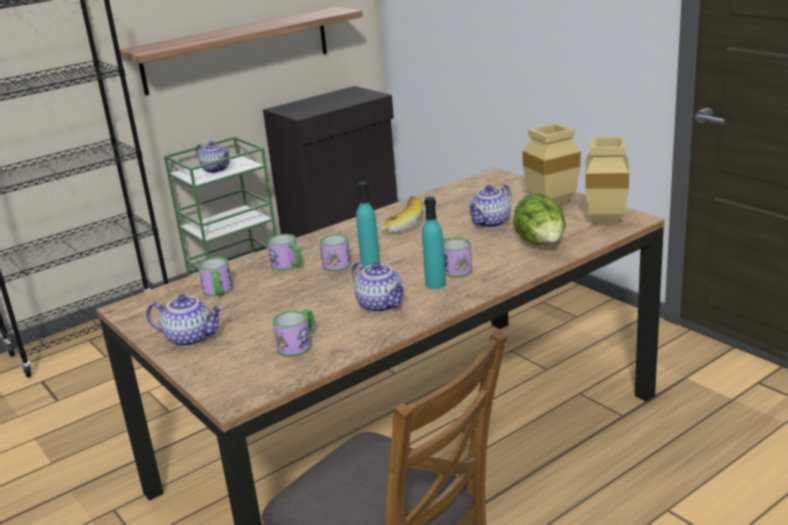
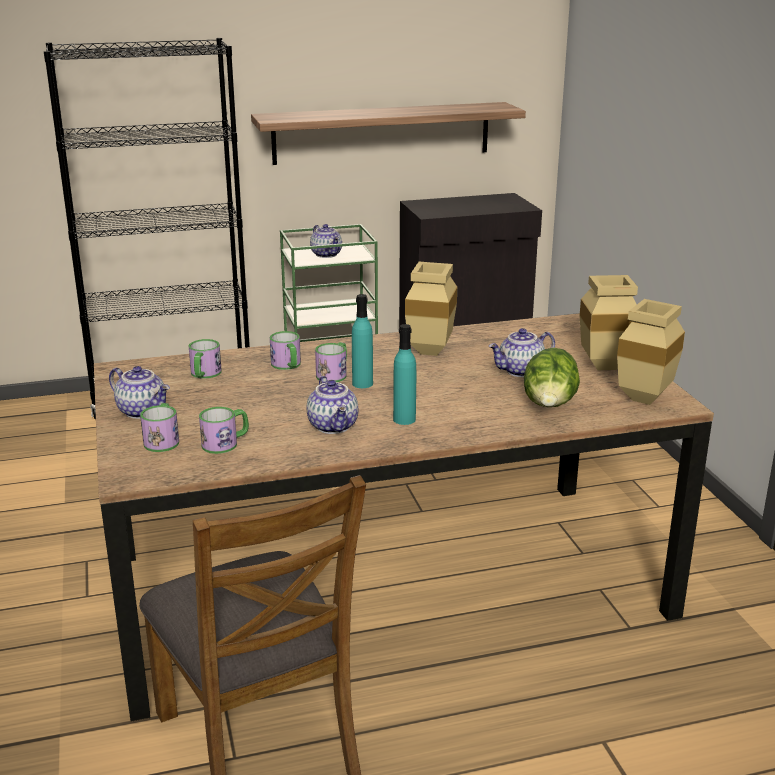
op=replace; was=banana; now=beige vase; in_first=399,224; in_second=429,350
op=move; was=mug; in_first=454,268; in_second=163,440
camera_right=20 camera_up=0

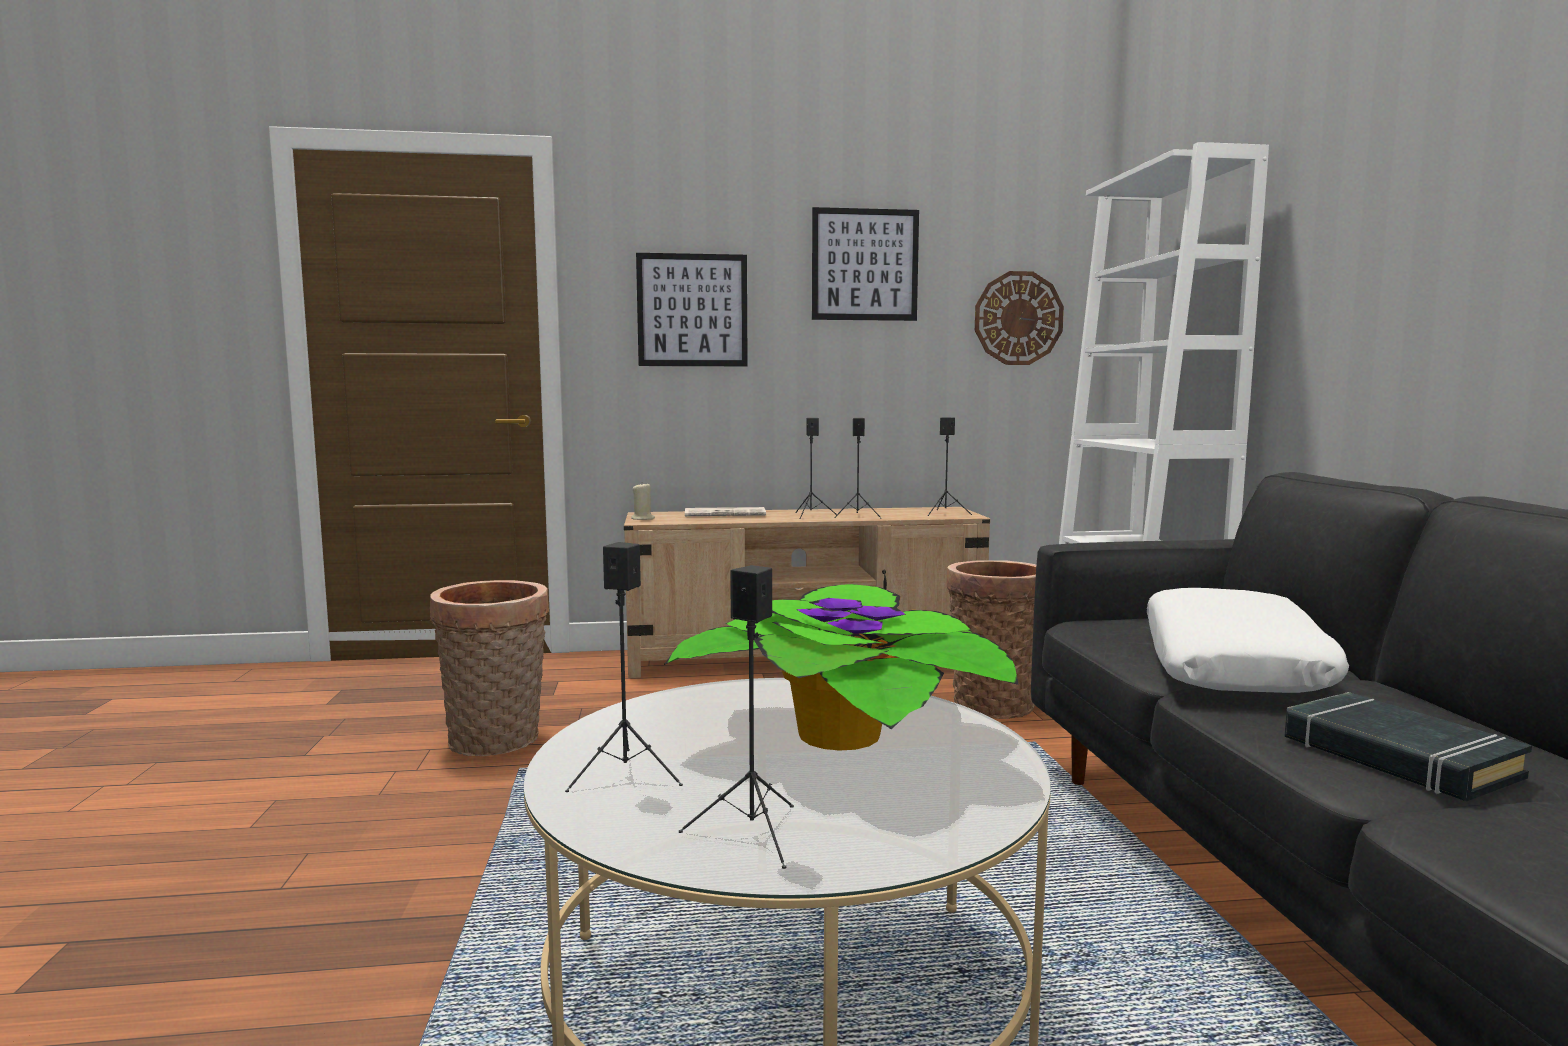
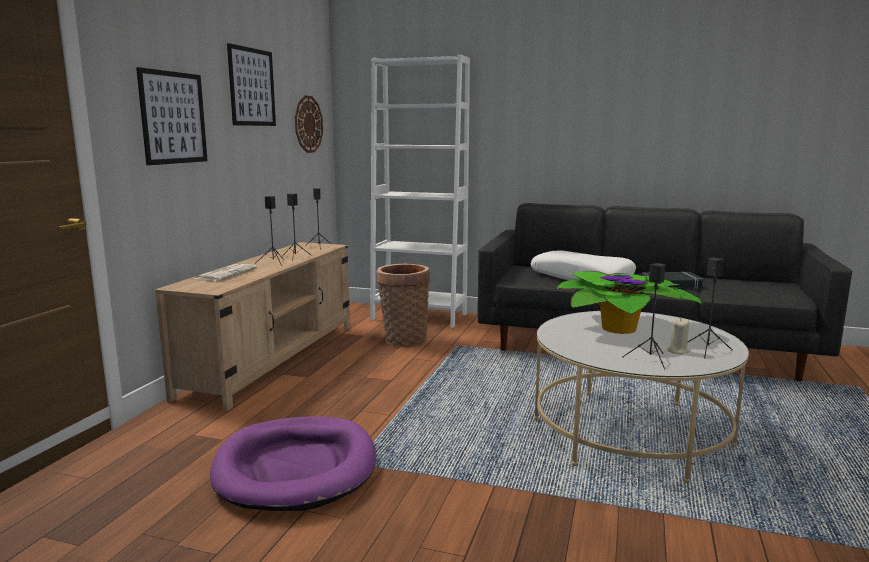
op=replace; was=basket; now=purple dog bed; in_first=496,742; in_second=296,468
op=move; was=beige candle; in_first=643,518; in_second=677,351
camera_right=-65 camera_up=5

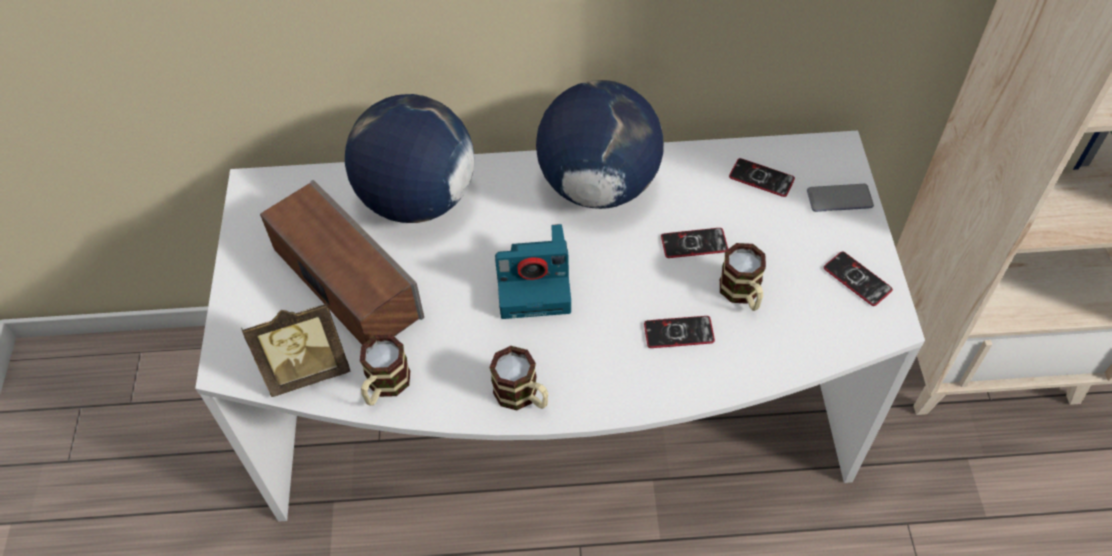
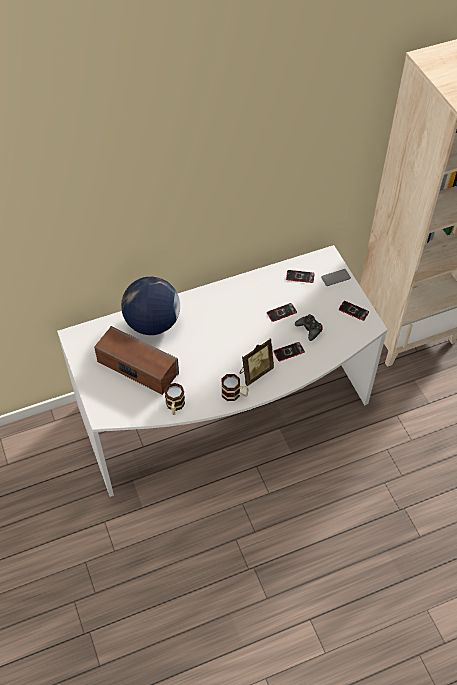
op=move; was=picture frame; in_first=308,370; in_second=255,372
op=delete; was=photo camera; in_first=535,284
op=delete; was=globe; in_first=598,186
op=replace; was=mug; now=black game controller; in_first=743,294; in_second=309,329
camera_right=-20 camera_up=0

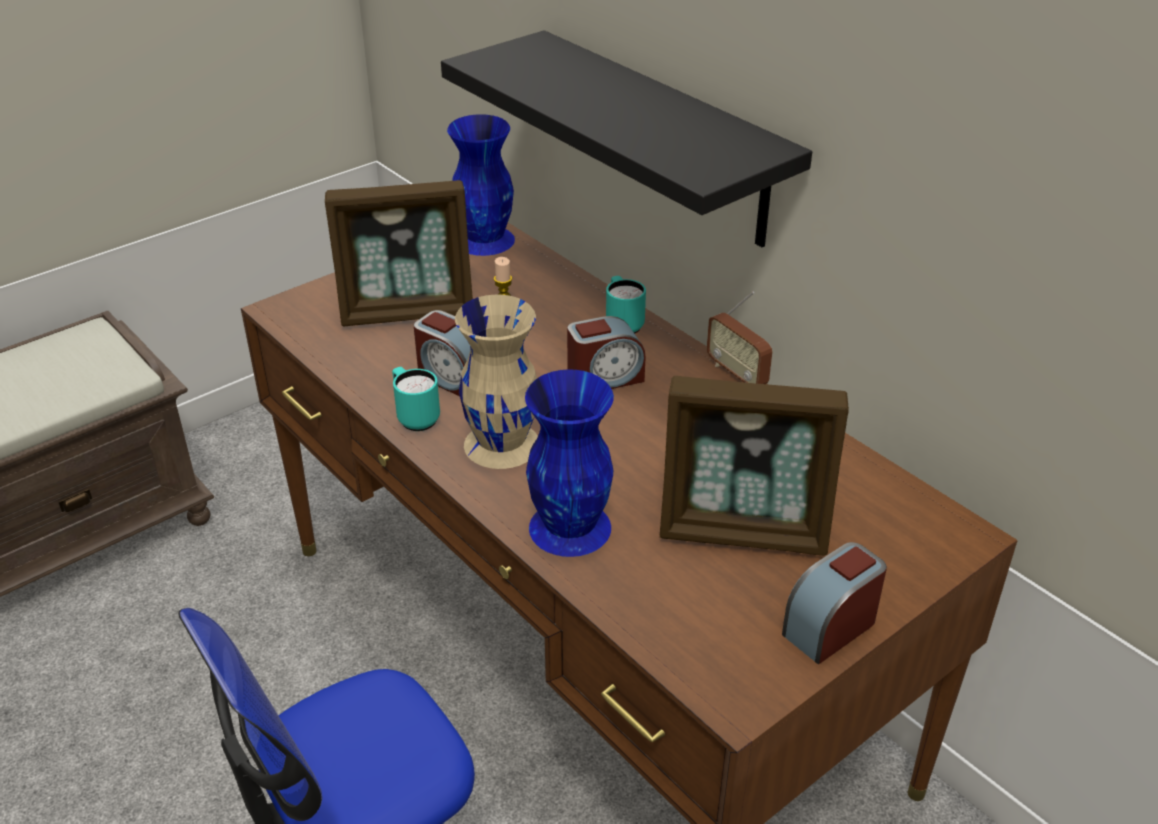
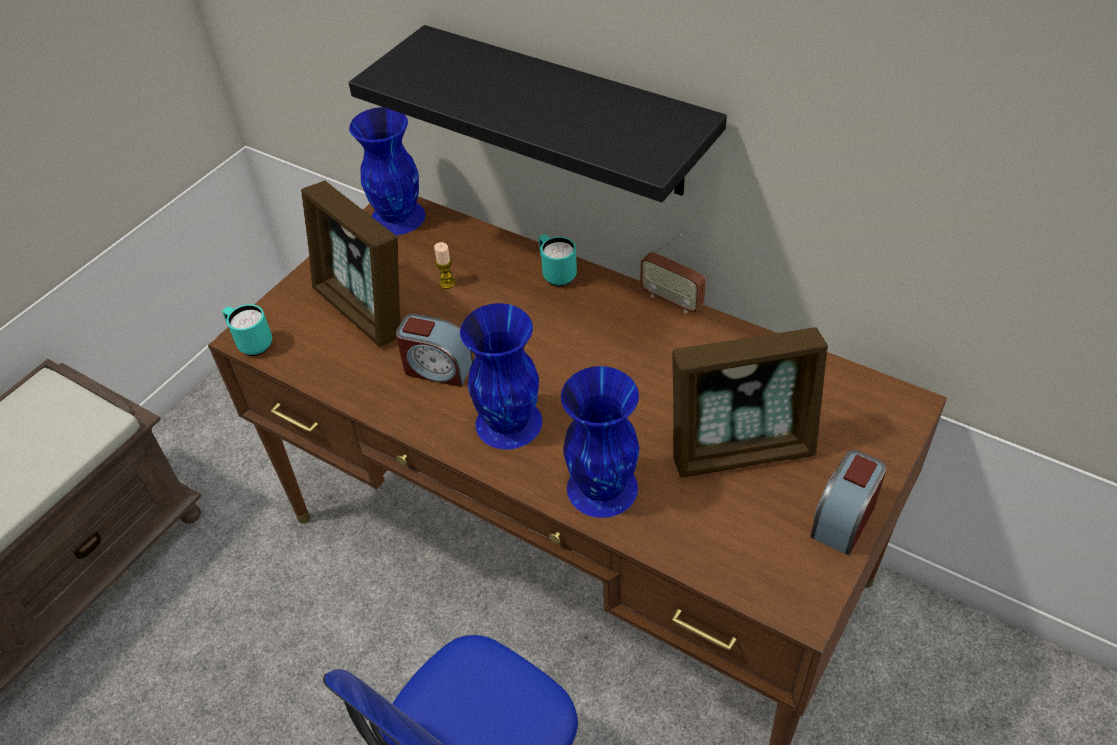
op=rotate; was=picture frame; in_first=408,311; in_second=364,309; clockwise=75
op=move; was=turquoise mug; in_first=415,417; in_second=252,343
op=recolor; was=beige vase; now=blue vase; in_first=503,443; in_second=509,421
op=delete; was=alarm clock; in_first=604,378
camera_right=-15 camera_up=10

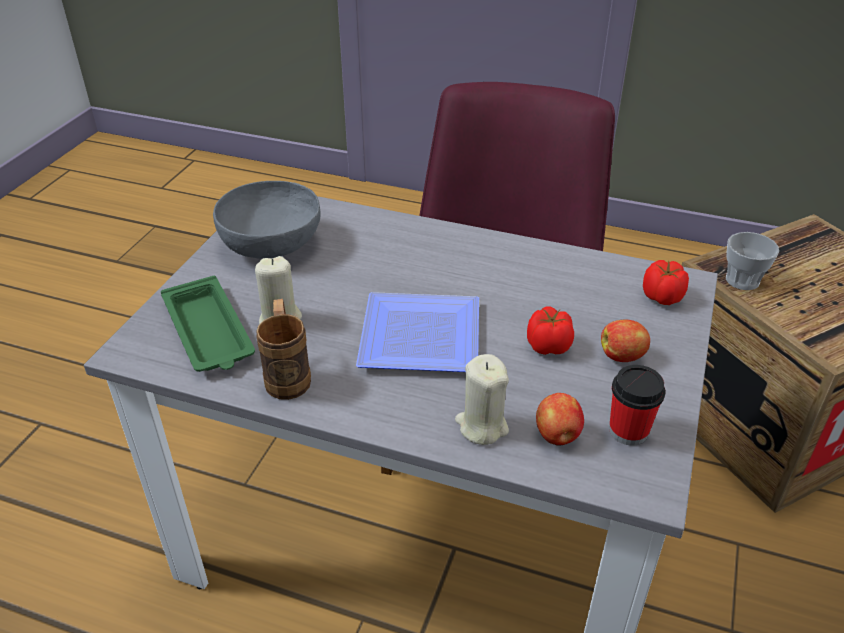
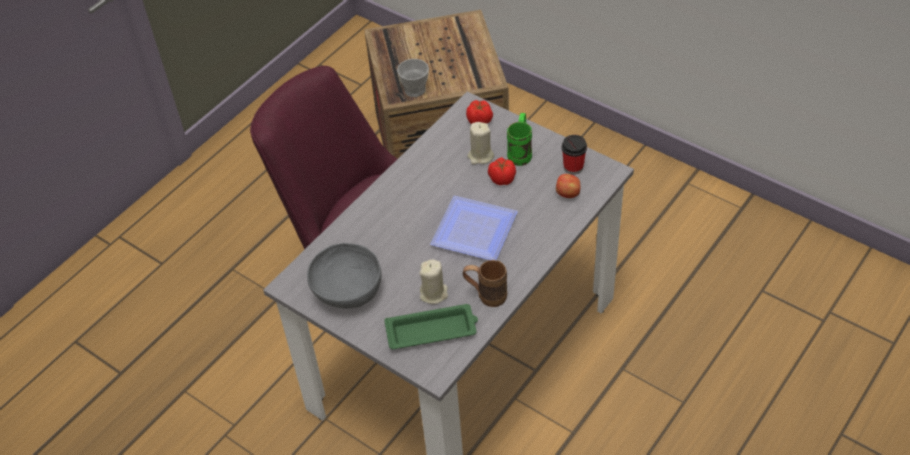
op=move; was=beige candle; in_first=481,426; in_second=480,156
op=replace; was=apple; now=green mug; in_first=622,356; in_second=521,152
camera_right=-70 camera_up=10

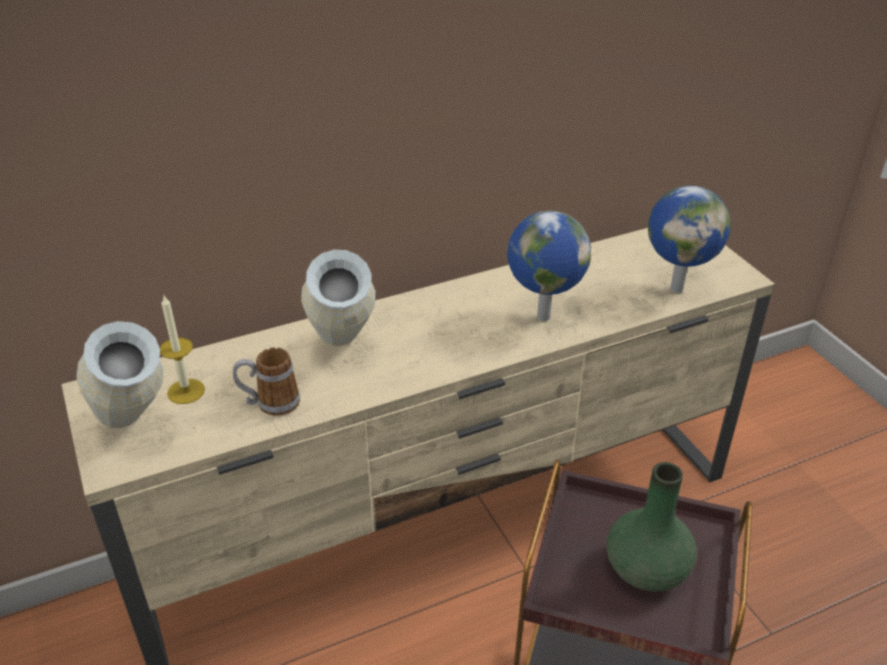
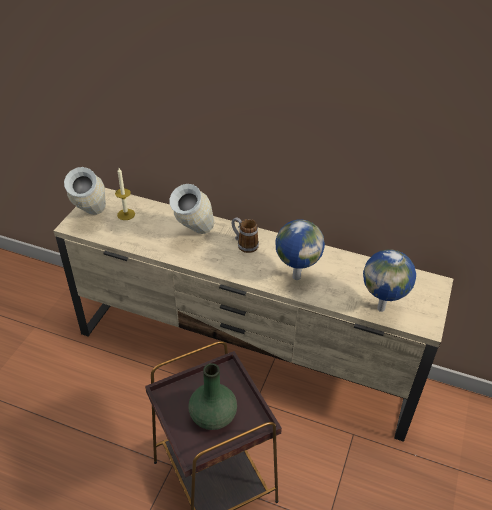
op=move; was=mug; in_first=270,403; in_second=244,244
camera_right=45 camera_up=5

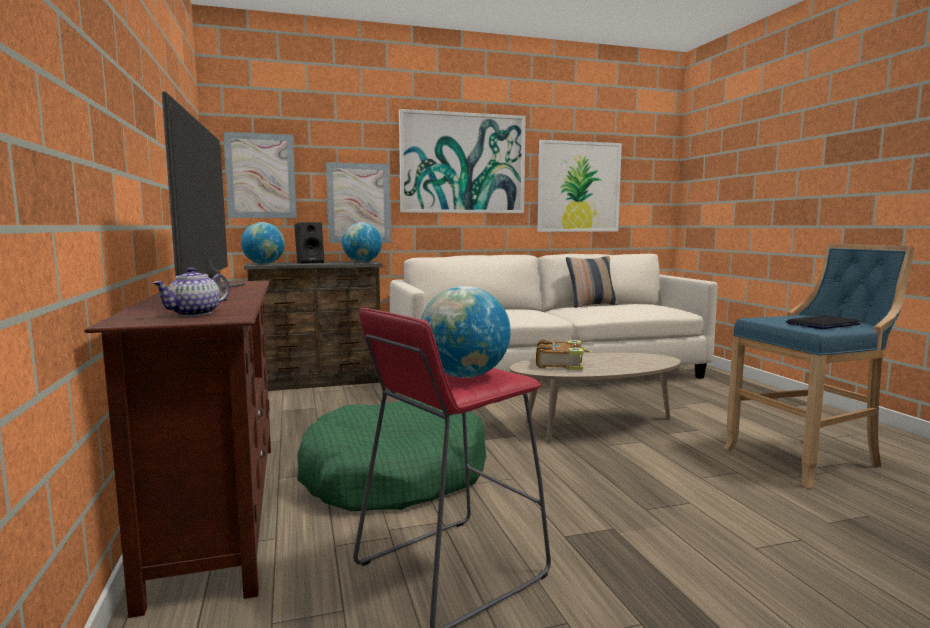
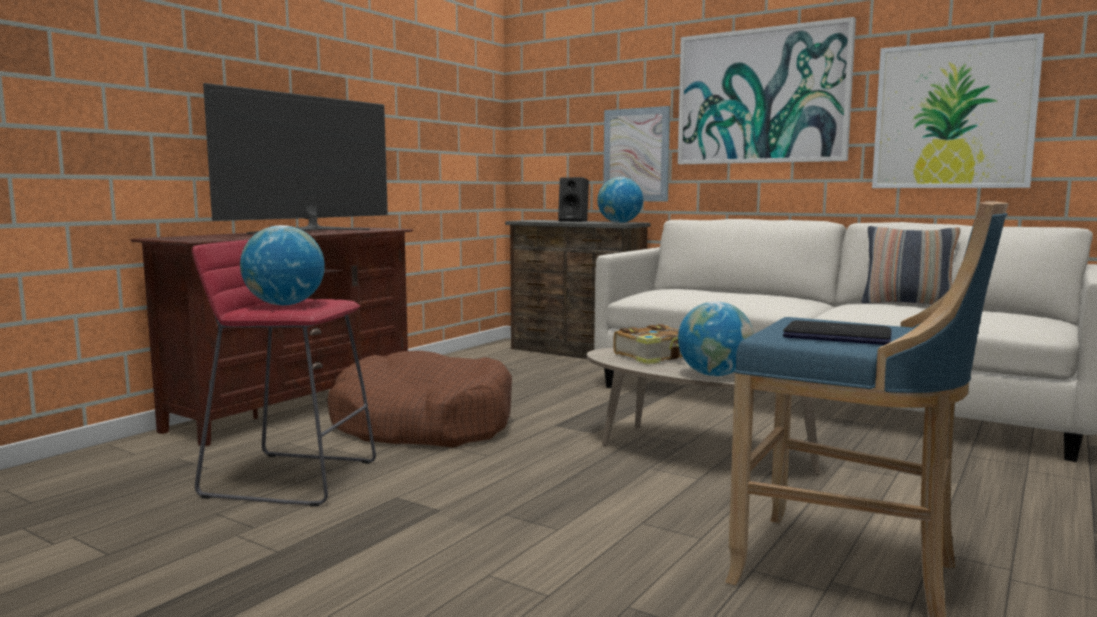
op=delete; was=teapot; in_first=194,313
op=delete; was=picture; in_first=261,176
op=move; was=globe; in_first=264,264; in_second=714,375
op=recolor; was=green dog bed; now=brown dog bed; in_first=394,476; in_second=423,424
camera_right=50 camera_up=0

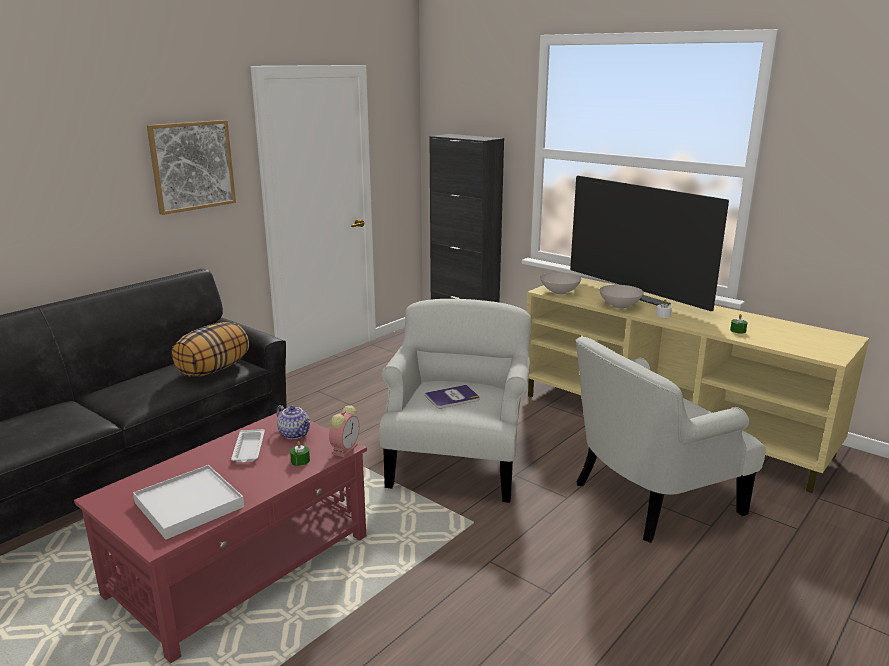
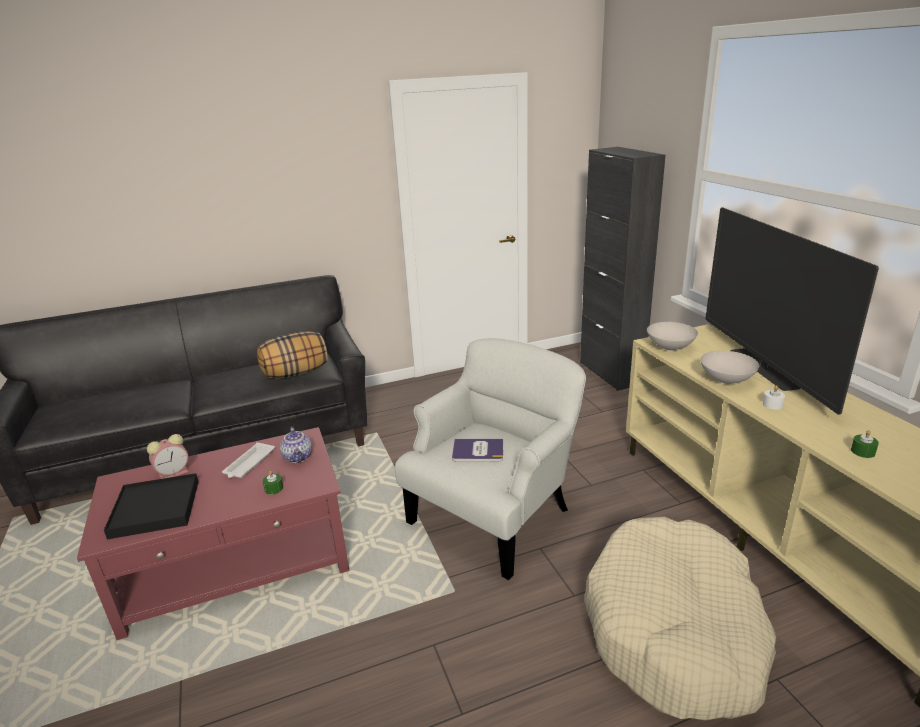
op=recolor; was=white tray; now=black tray; in_first=189,504; in_second=156,508
op=delete; was=picture; in_first=192,166
op=move; was=alarm clock; in_first=345,448; in_second=174,473
op=replace; was=white armchair; now=beige dog bed; in_first=651,497; in_second=675,630
camera_right=30 camera_up=5

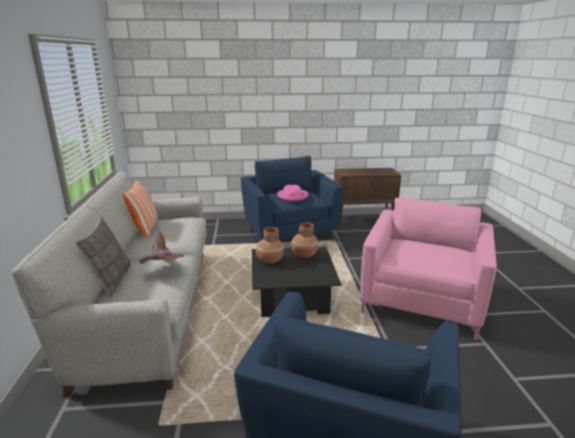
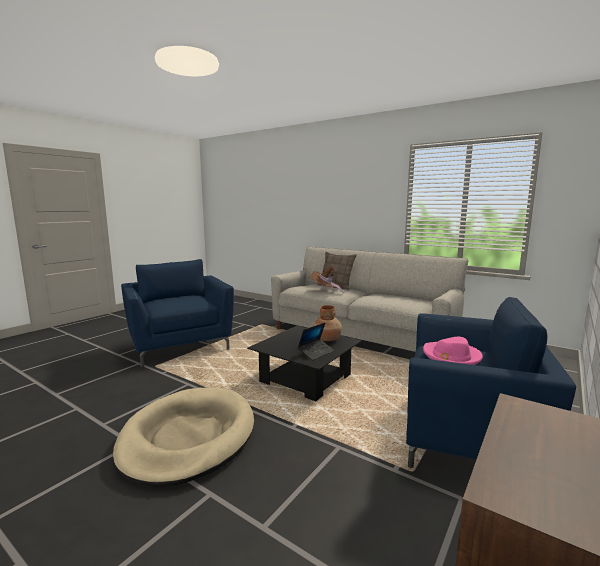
op=delete; was=pillow; in_first=145,229
op=replace; was=brown vase; now=laptop; in_first=304,255; in_second=316,352
op=replace; was=pink armchair; now=beige dog bed; in_first=422,300; in_second=188,437
camera_right=130 camera_up=-10

